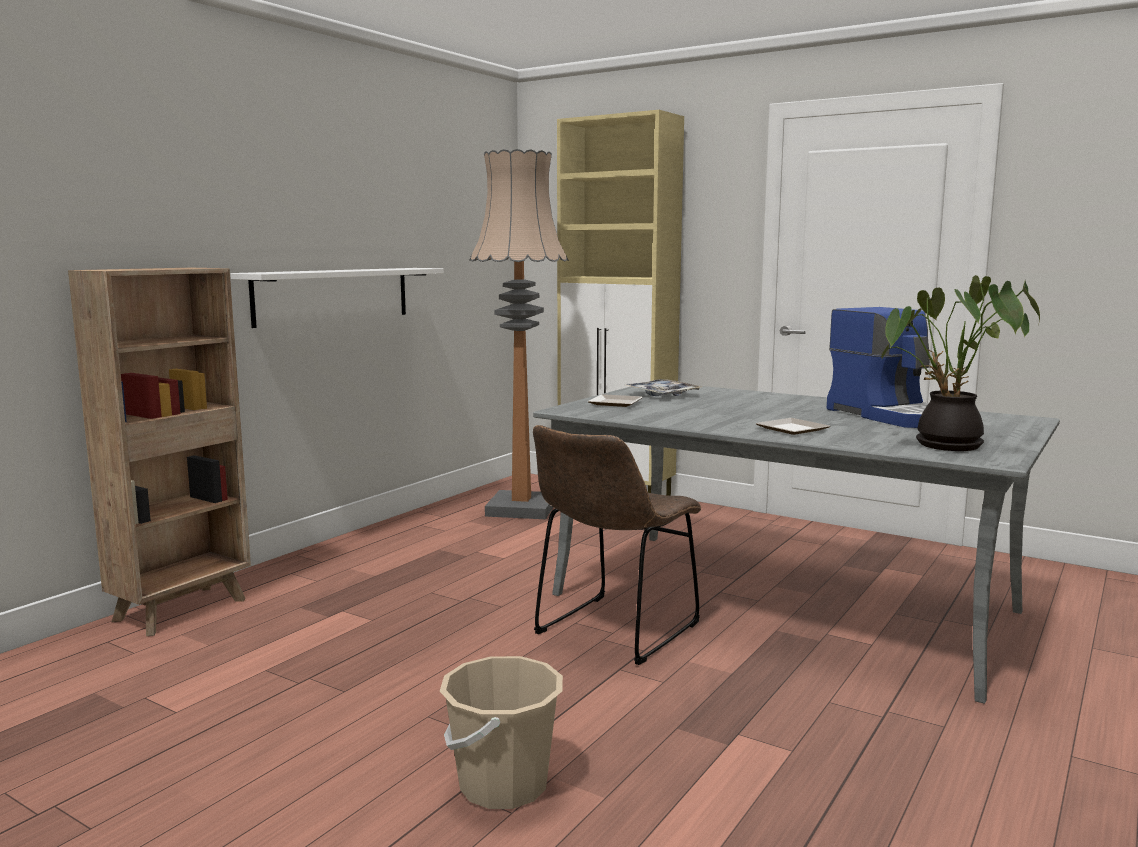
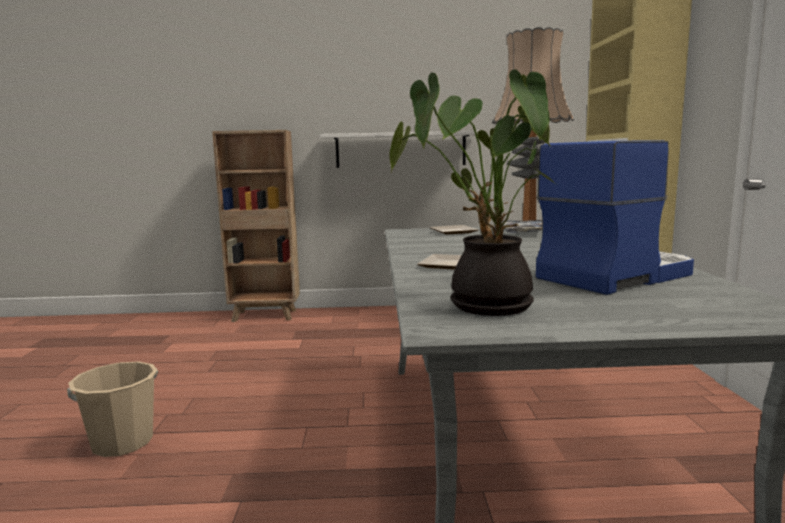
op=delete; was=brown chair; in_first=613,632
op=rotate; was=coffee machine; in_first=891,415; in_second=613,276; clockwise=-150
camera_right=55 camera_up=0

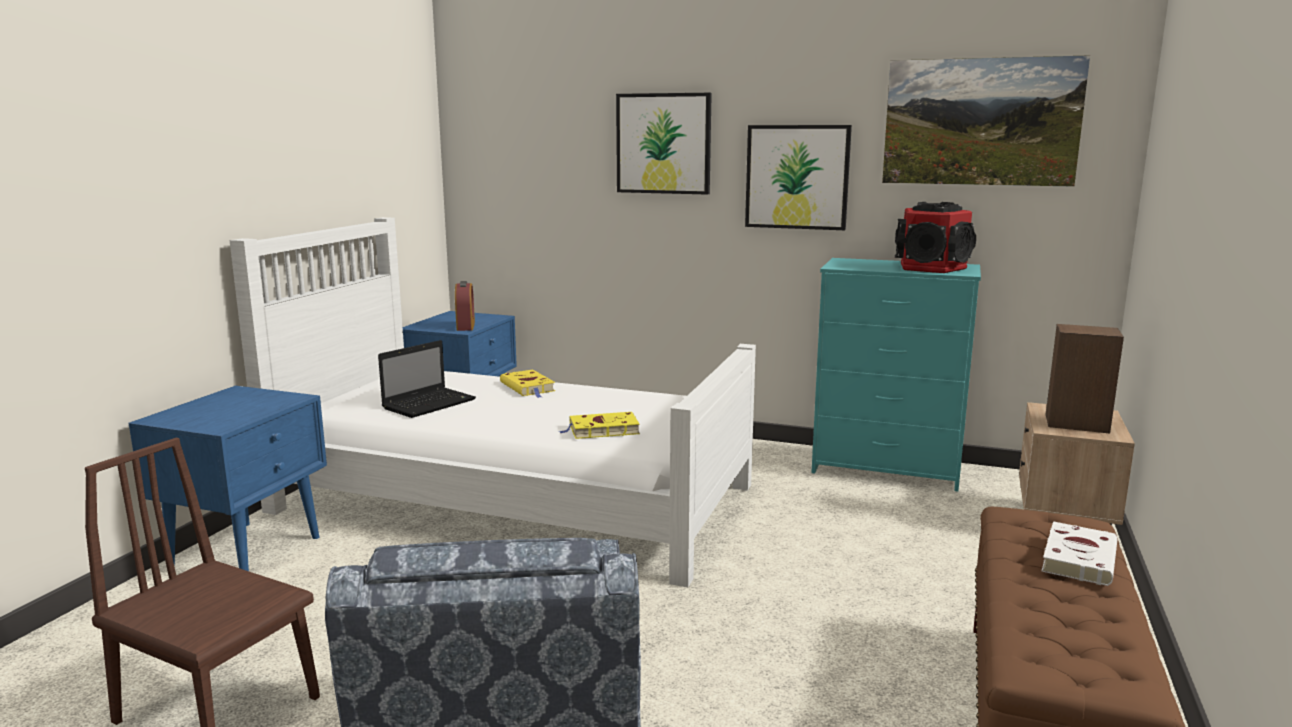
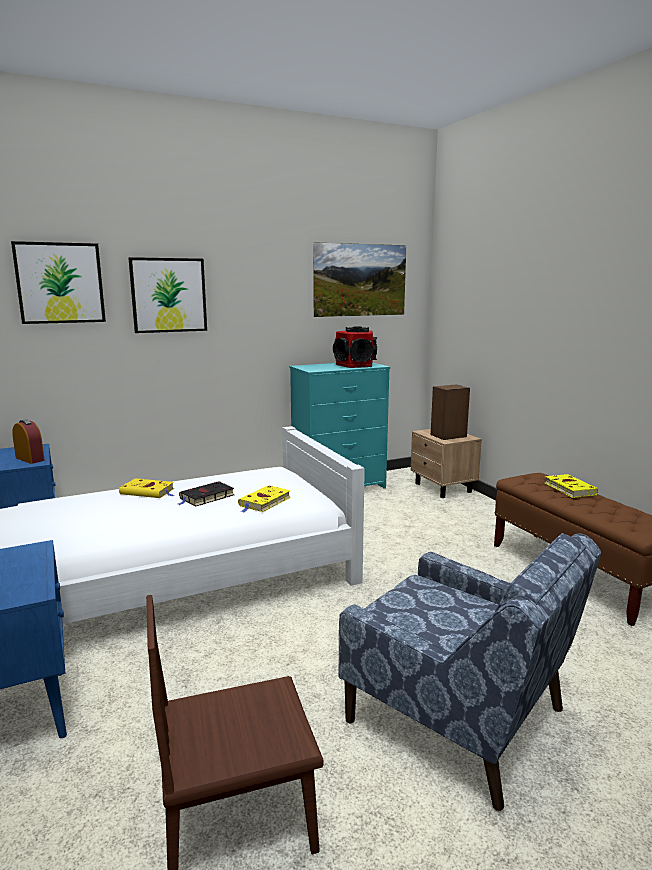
op=delete; was=laptop; in_first=430,403
op=move; was=picture; in_first=797,177; in_second=60,283
op=recolor; was=white book; now=yellow book; in_first=1078,558; in_second=568,488
op=insert; now=black book; in_second=206,497
camera_right=-45 camera_up=0

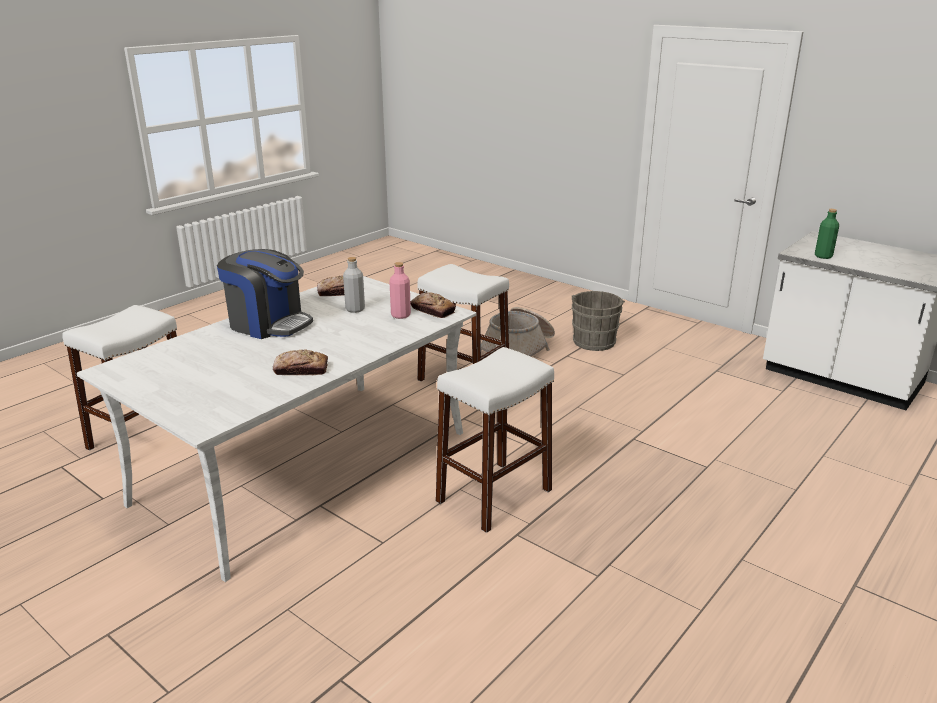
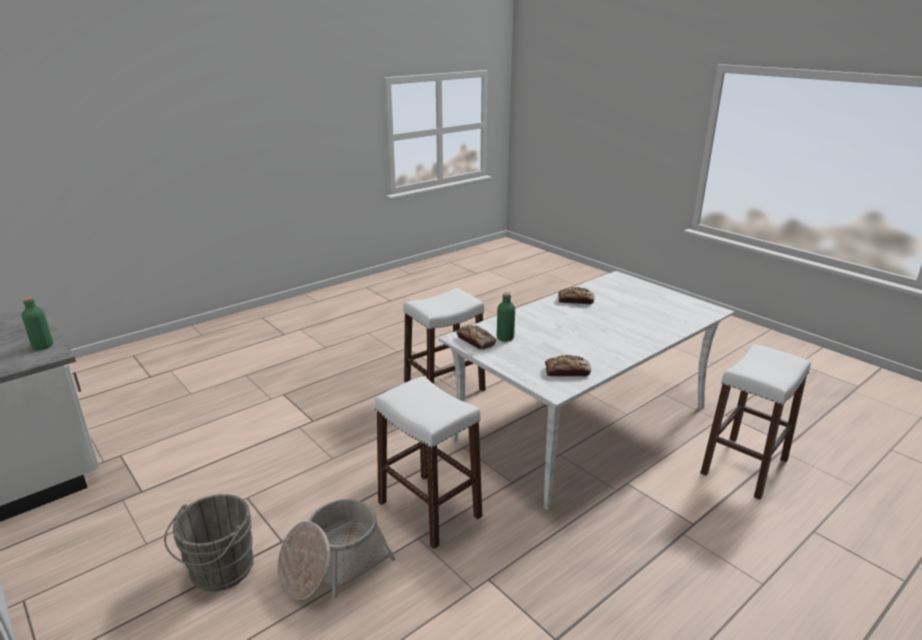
op=delete; was=coffee machine; in_first=268,324
op=delete; was=grey bottle; in_first=355,309
op=recolor; was=pink bottle; now=green bottle; in_first=400,315; in_second=505,338
camera_right=-170 camera_up=0

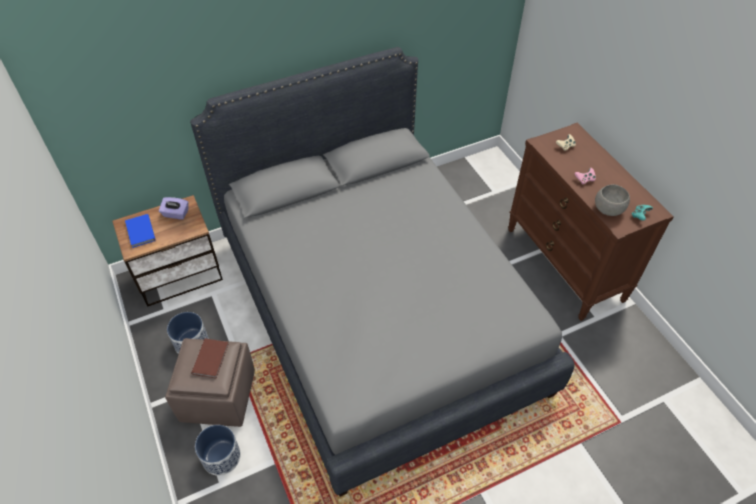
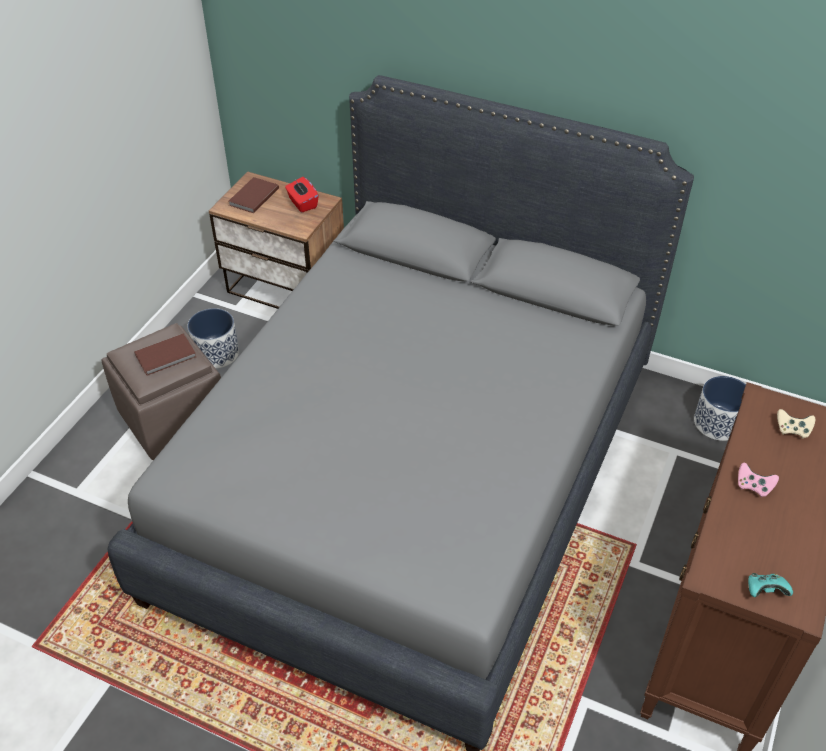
op=recolor; was=blue book; now=brown book; in_first=140,232; in_second=252,197
op=recolor; was=purple tissue box; now=red tissue box; in_first=176,214; in_second=302,203
op=move; was=planter; in_first=221,456; in_second=718,423
op=delete; was=grey bowl; in_first=607,209
camera_right=50 camera_up=-5

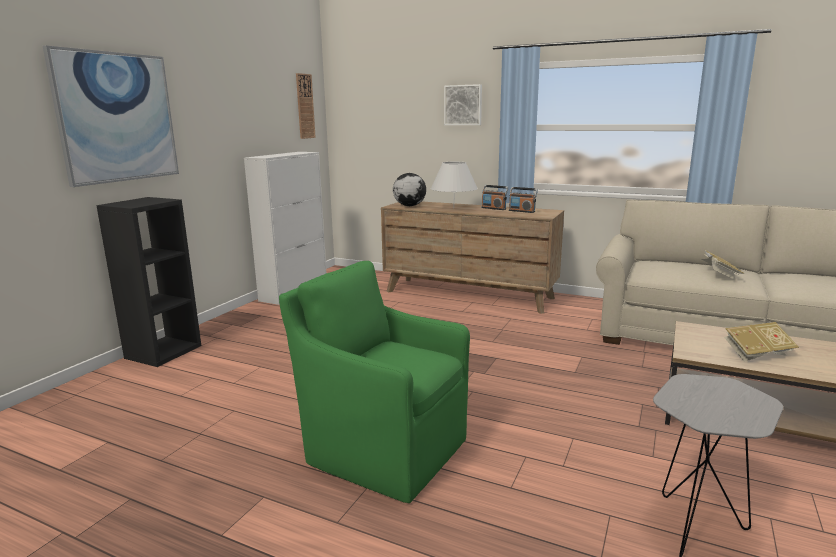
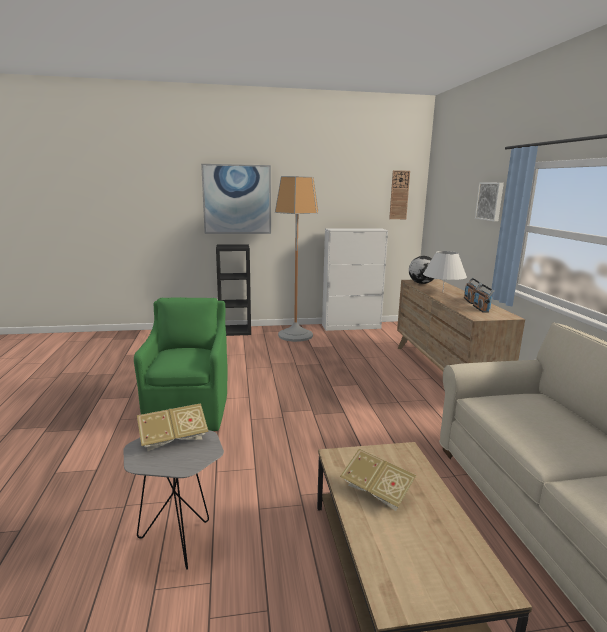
op=move; was=book; in_first=719,274; in_second=173,439
op=insert; now=floor lamp; in_second=295,335
camera_right=55 camera_up=0

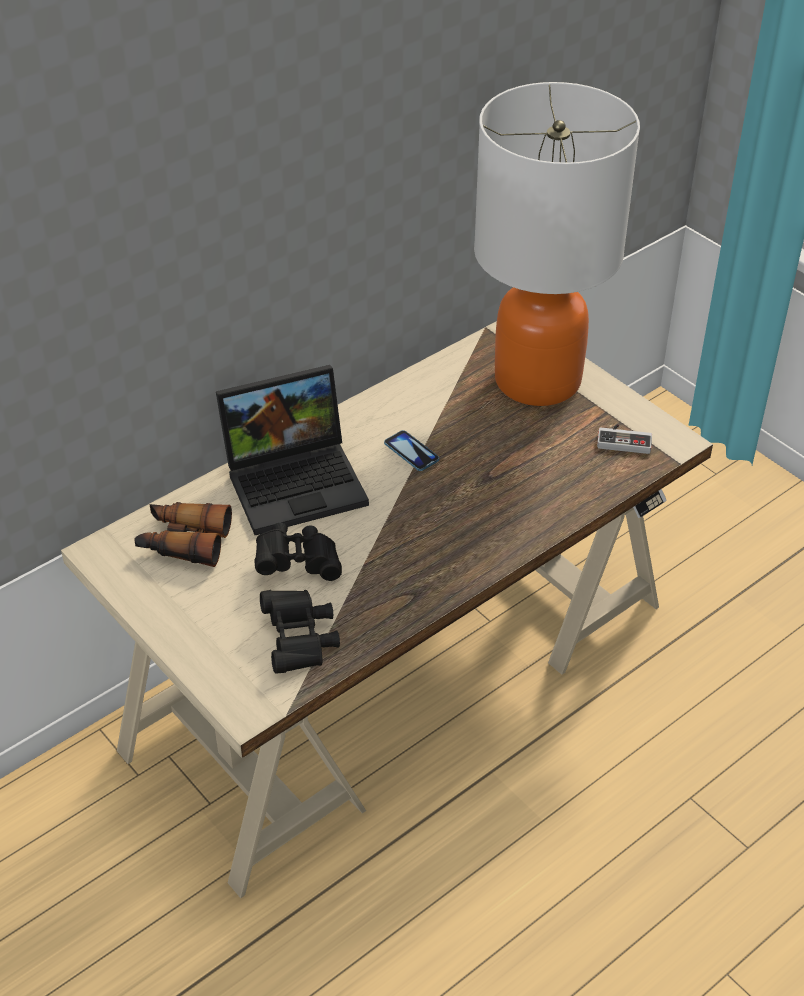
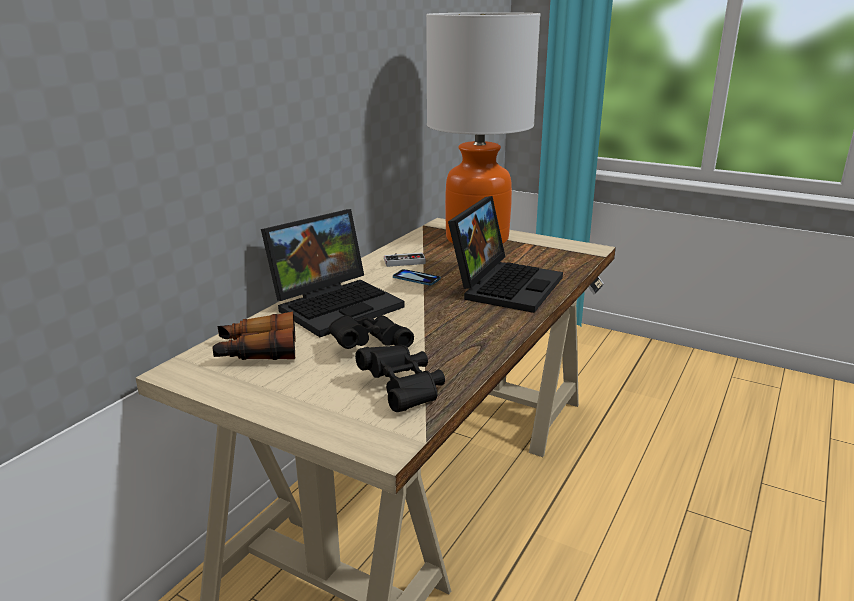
op=move; was=game controller; in_first=624,440; in_second=404,261
op=insert; now=laptop; in_second=504,285
camera_right=-20 camera_up=-20

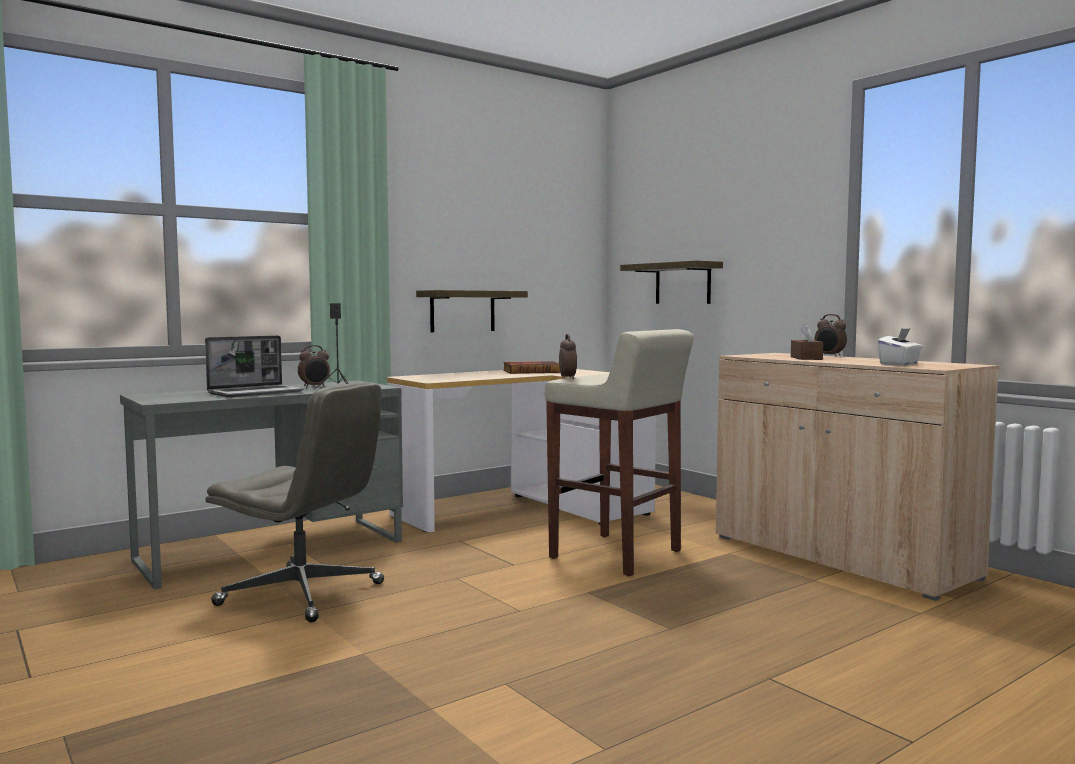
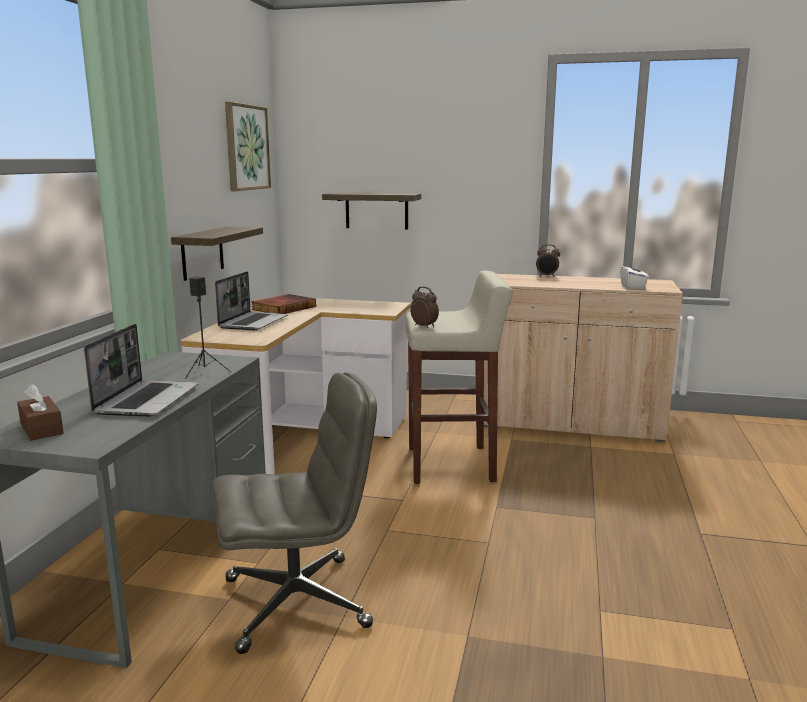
op=delete; was=alarm clock; in_first=314,386
op=move; was=brown tissue box; in_first=806,358; in_second=41,428
op=insert; now=laptop; in_second=253,322
op=insert; now=picture; in_second=246,147
camera_right=-40 camera_up=10

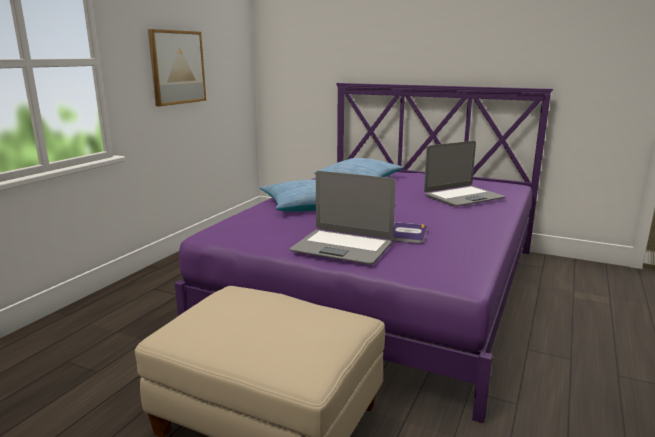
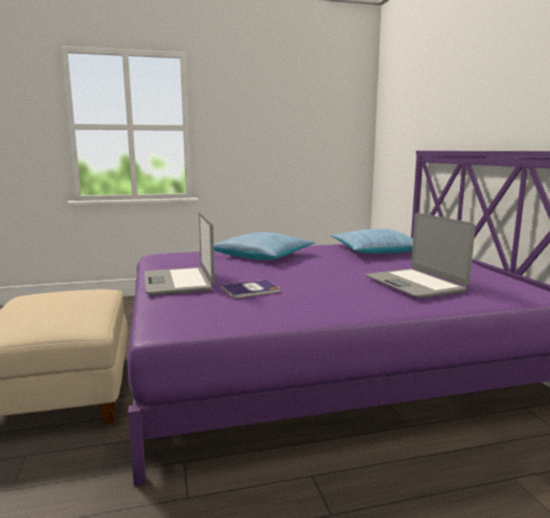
op=delete; was=picture; in_first=177,67
op=rotate; was=laptop; in_first=463,197; in_second=415,284; clockwise=45
camera_right=50 camera_up=-5

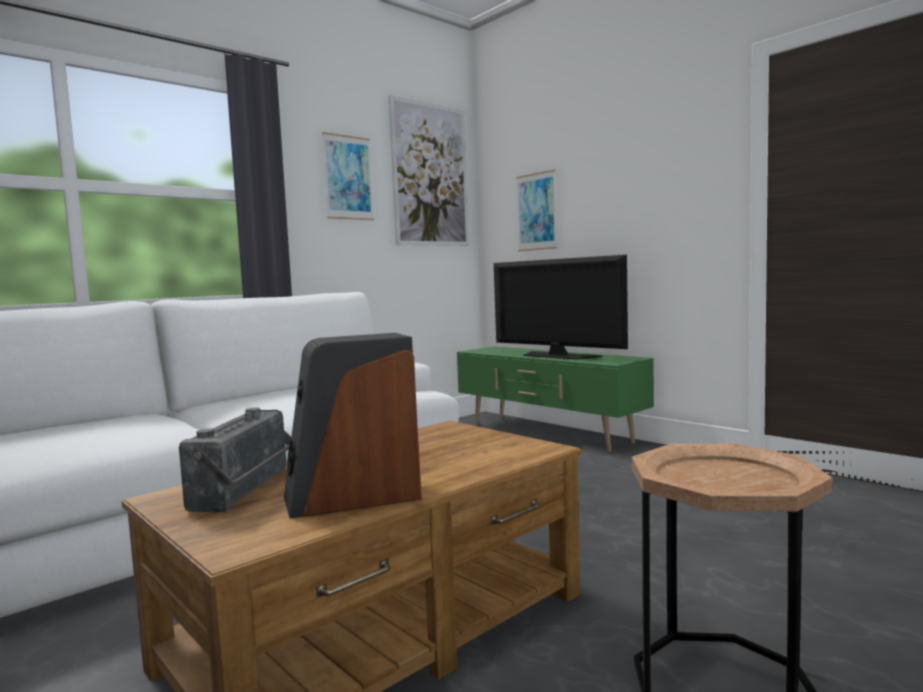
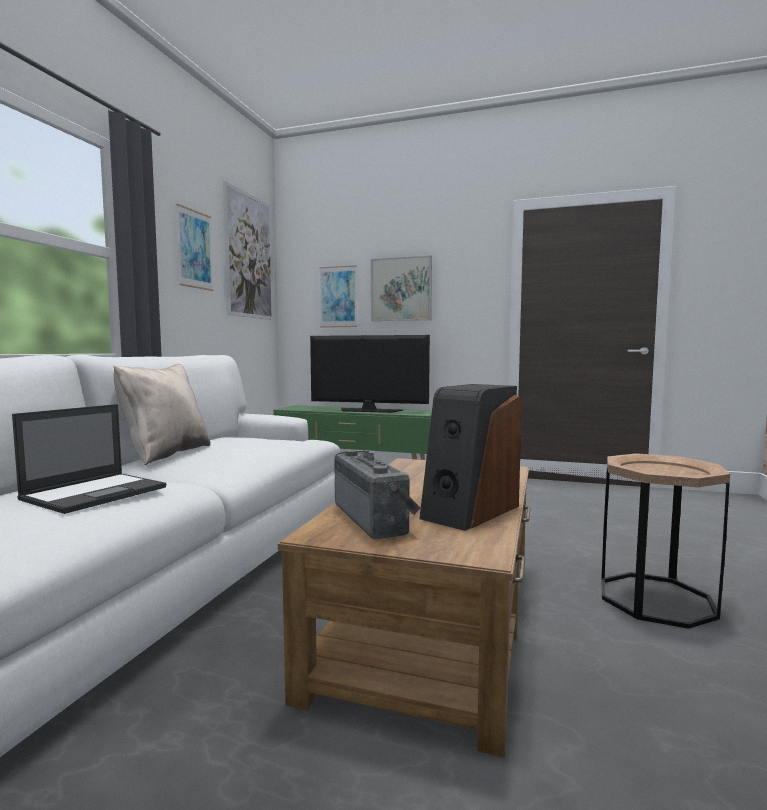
op=insert; now=laptop; in_second=96,493
op=insert; now=beige pillow; in_second=165,454
op=insert; now=picture; in_second=401,289
camera_right=-30 camera_up=0

